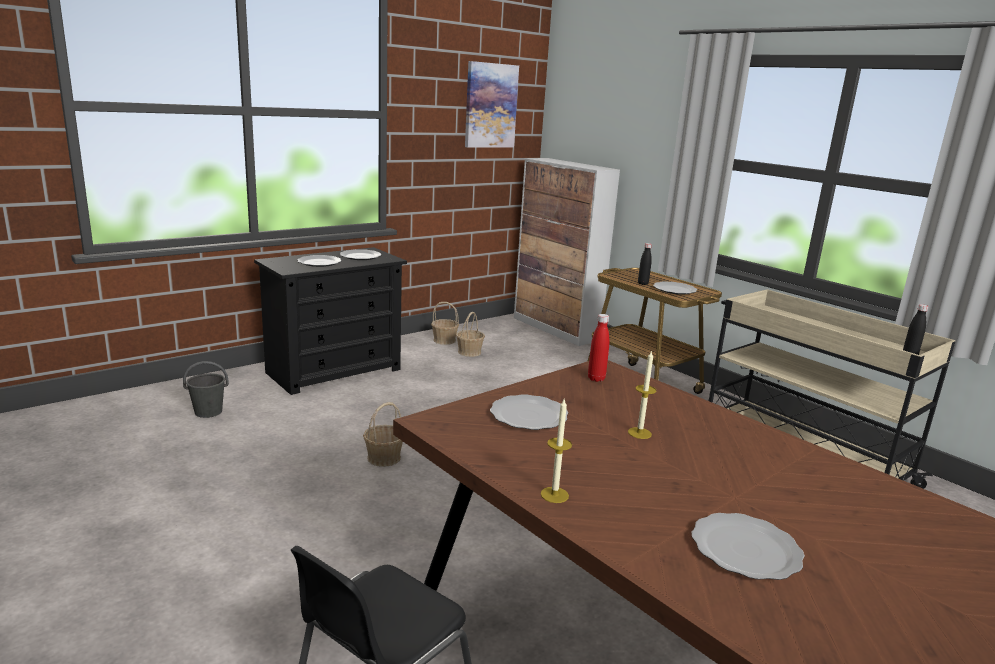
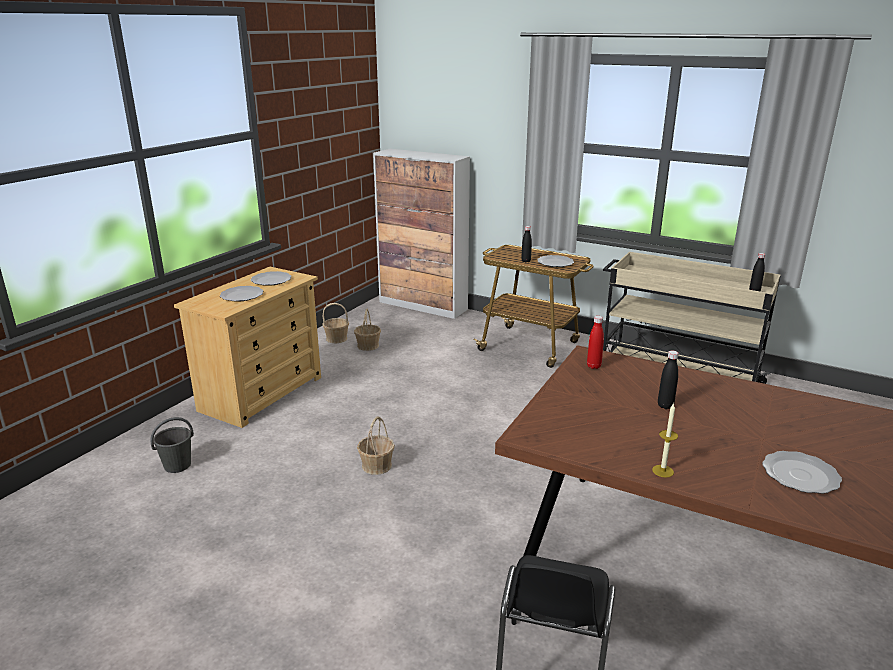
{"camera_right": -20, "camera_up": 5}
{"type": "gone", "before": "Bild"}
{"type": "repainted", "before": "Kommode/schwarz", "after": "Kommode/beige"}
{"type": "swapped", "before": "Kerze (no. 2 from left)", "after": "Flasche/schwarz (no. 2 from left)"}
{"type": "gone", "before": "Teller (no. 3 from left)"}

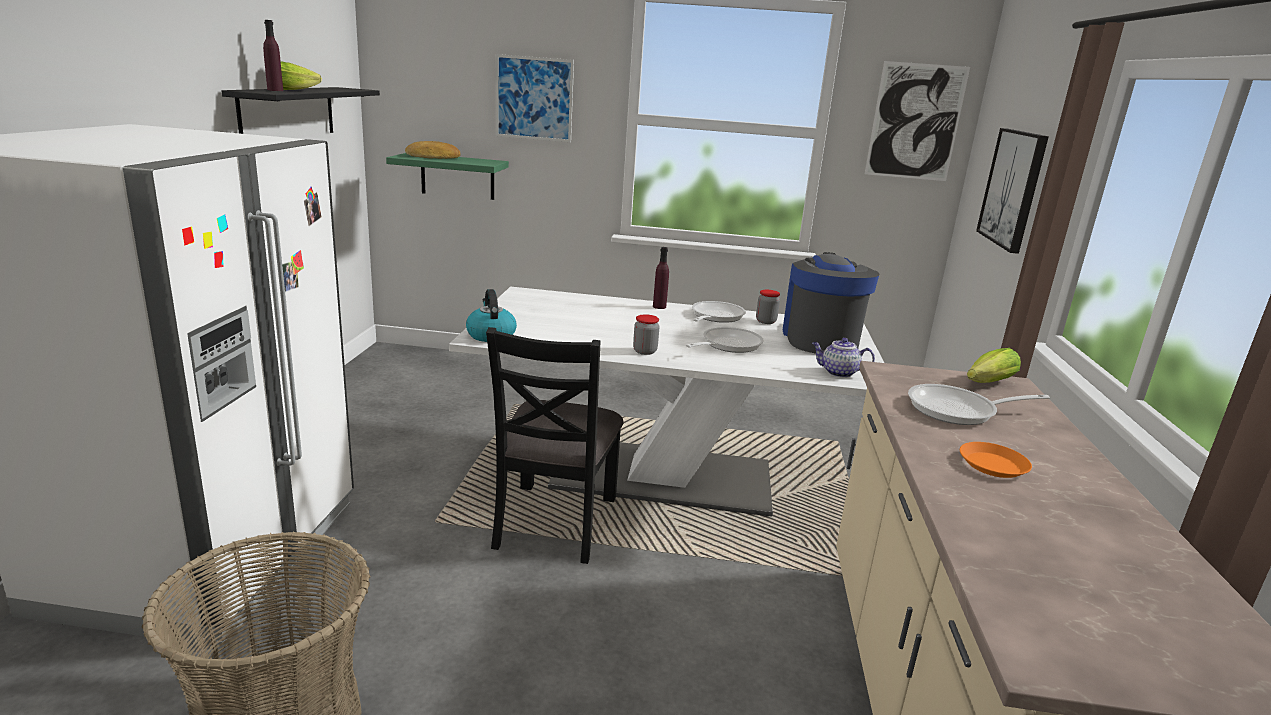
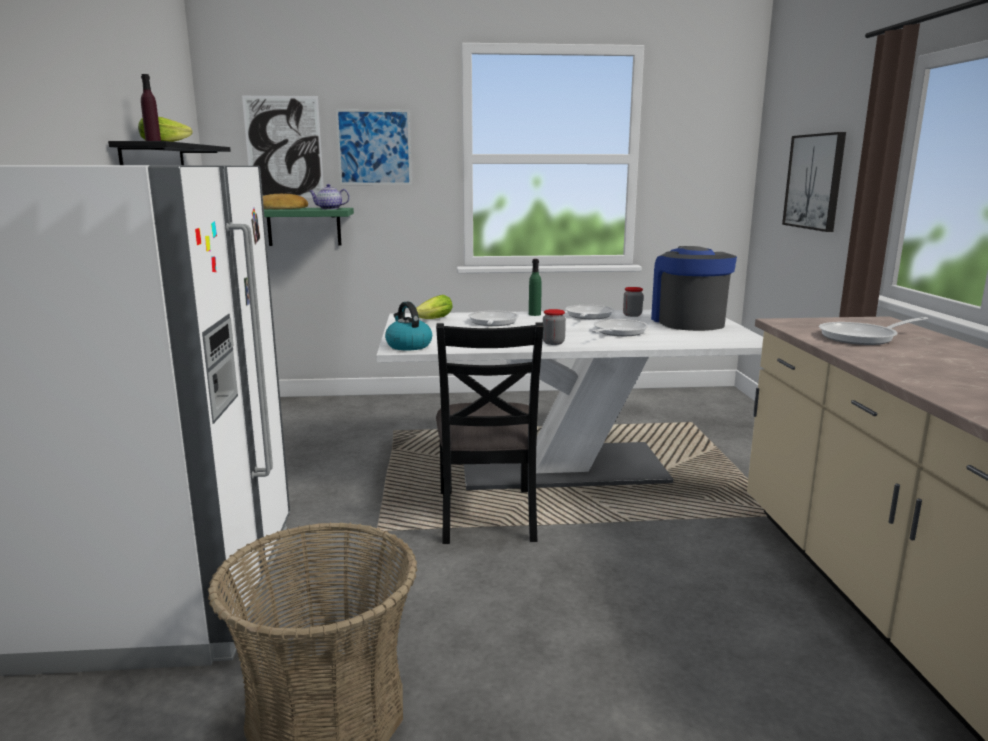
{"camera_right": -10, "camera_up": -5}
{"type": "shifted", "before": "Bild (no. 2 from left in the first image)", "after": "Bild (no. 1 from left)"}
{"type": "repainted", "before": "Flasche/lila (no. 2 from left)", "after": "Flasche/grün"}
{"type": "shifted", "before": "Teekanne"}
{"type": "shifted", "before": "Salatkopf (no. 2 from left)"}
{"type": "gone", "before": "Teller/orange"}
{"type": "new", "after": "Pfanne (no. 1 from left)"}

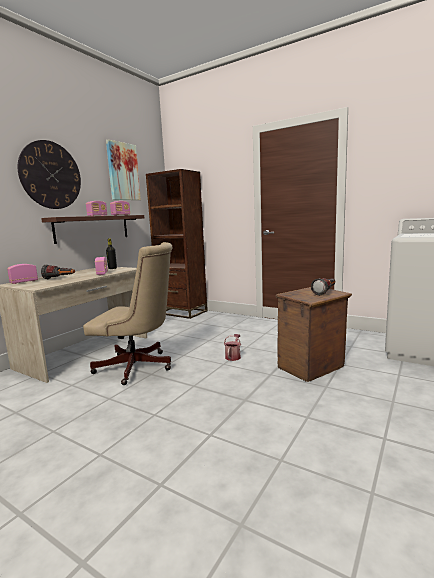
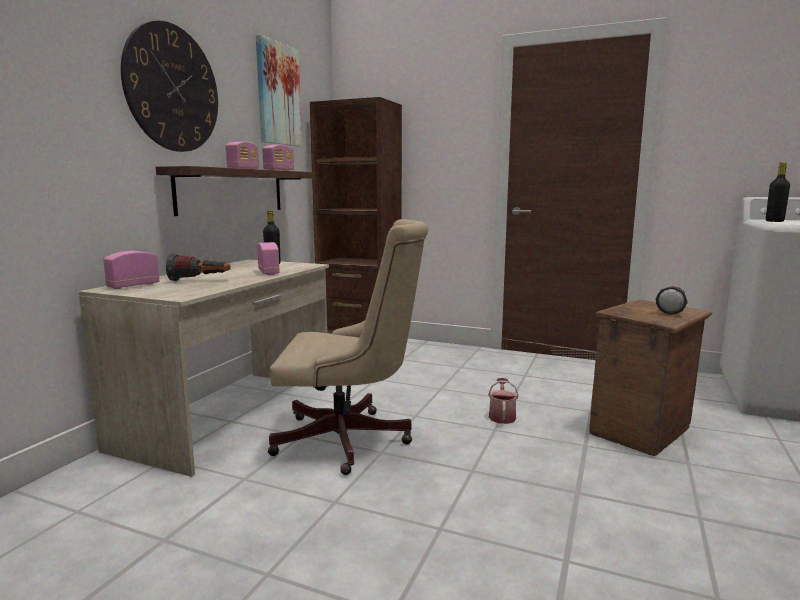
{"camera_right": -10, "camera_up": 0}
{"type": "new", "after": "Flasche/schwarz (no. 2 from left)"}

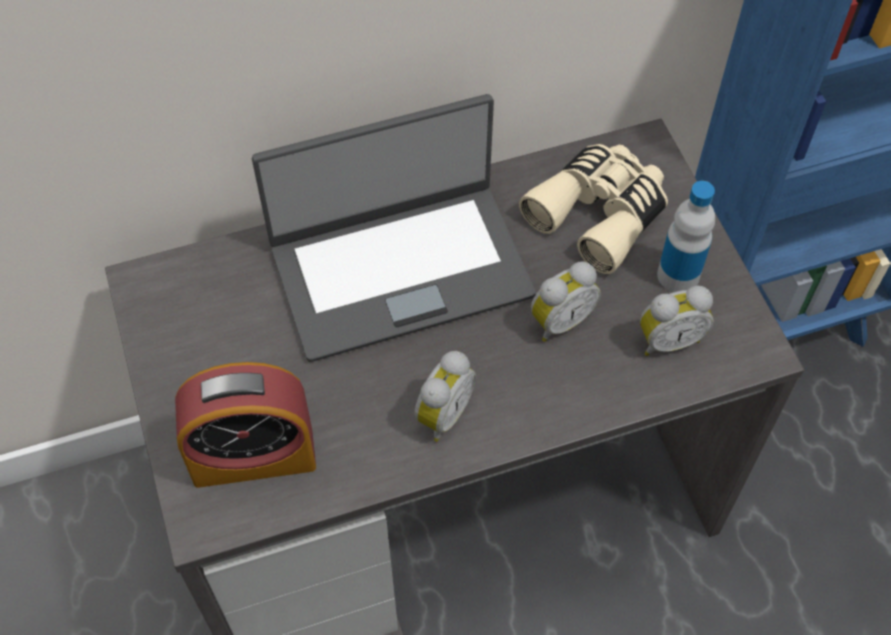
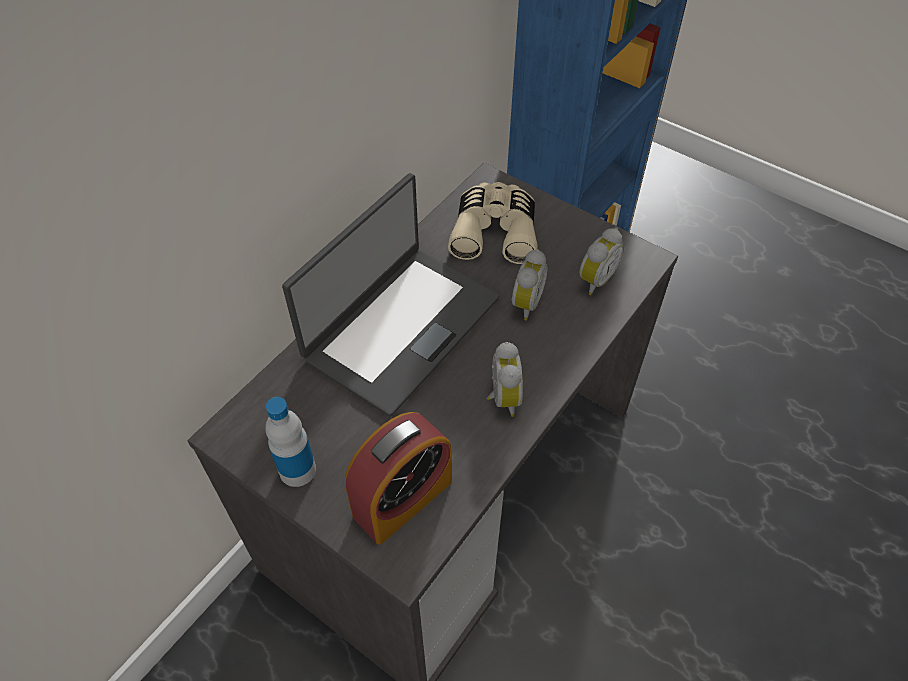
{"camera_right": -35, "camera_up": -5}
{"type": "shifted", "before": "Flasche"}

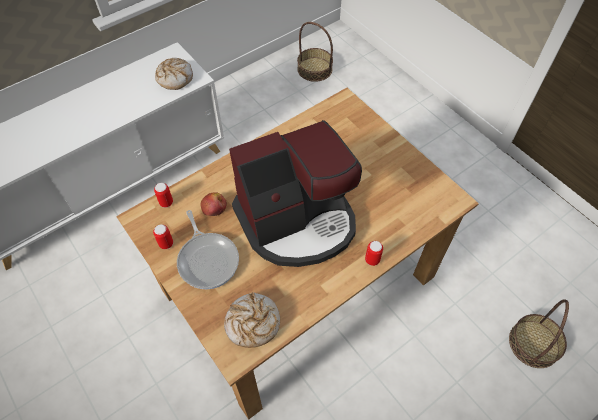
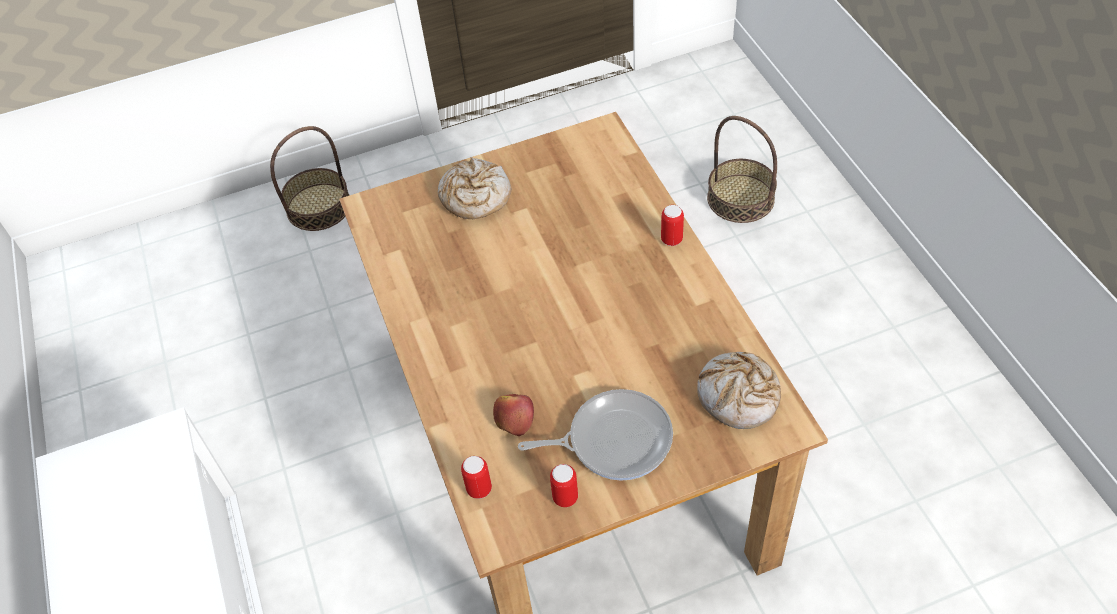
{"camera_right": -70, "camera_up": -5}
{"type": "shifted", "before": "Korb (no. 1 from left)"}
{"type": "shifted", "before": "Brot (no. 1 from left)"}
{"type": "gone", "before": "Kaffeemaschine"}

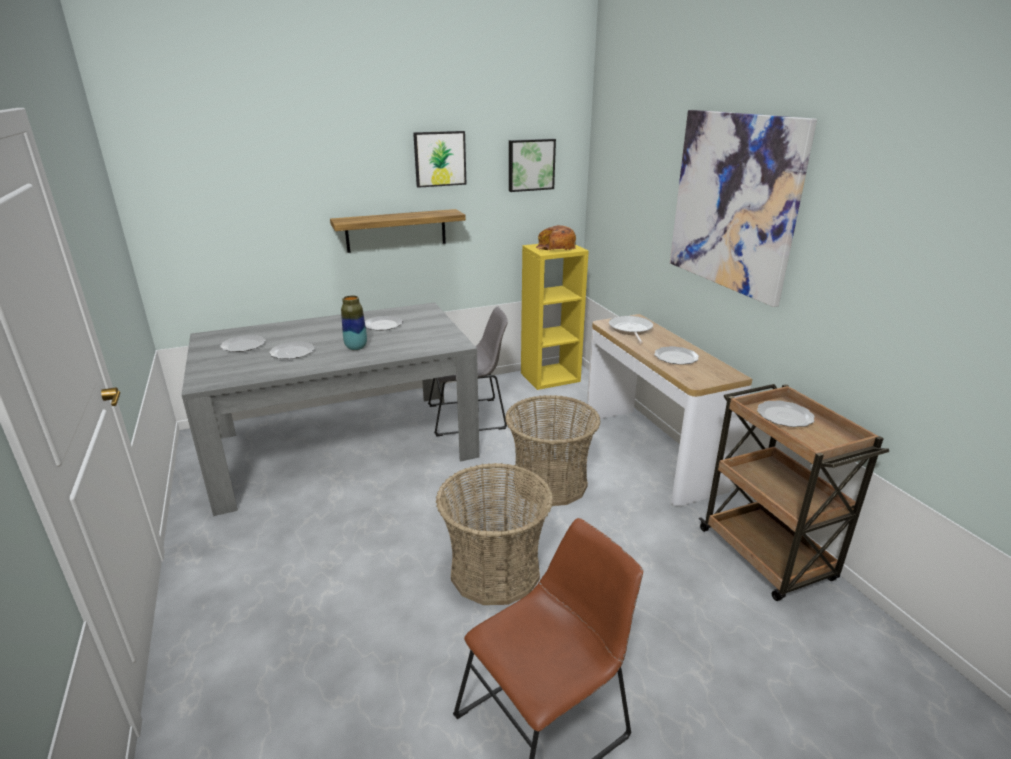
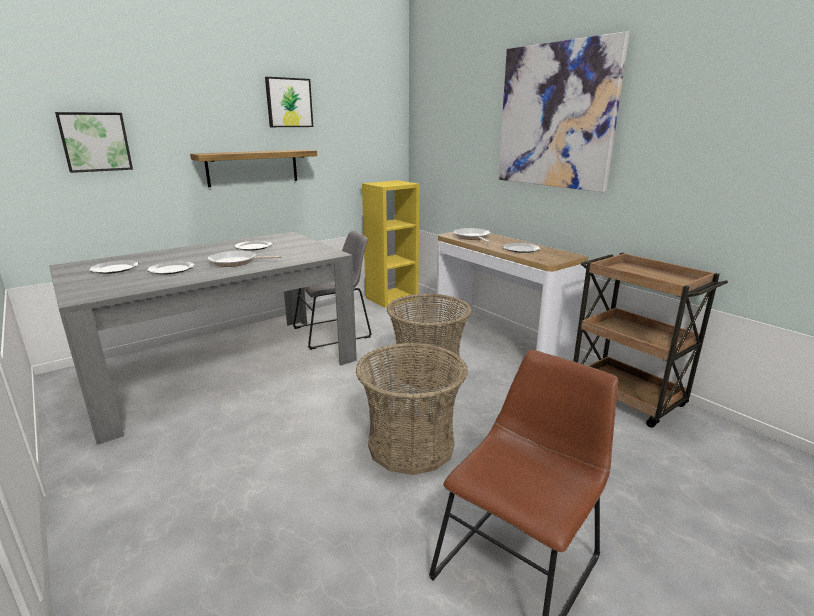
{"camera_right": -15, "camera_up": -5}
{"type": "shifted", "before": "Bild (no. 2 from left in the first image)", "after": "Bild (no. 1 from left)"}
{"type": "gone", "before": "Brot"}
{"type": "swapped", "before": "Vase", "after": "Pfanne (no. 1 from left)"}
{"type": "gone", "before": "Teller (no. 5 from left)"}

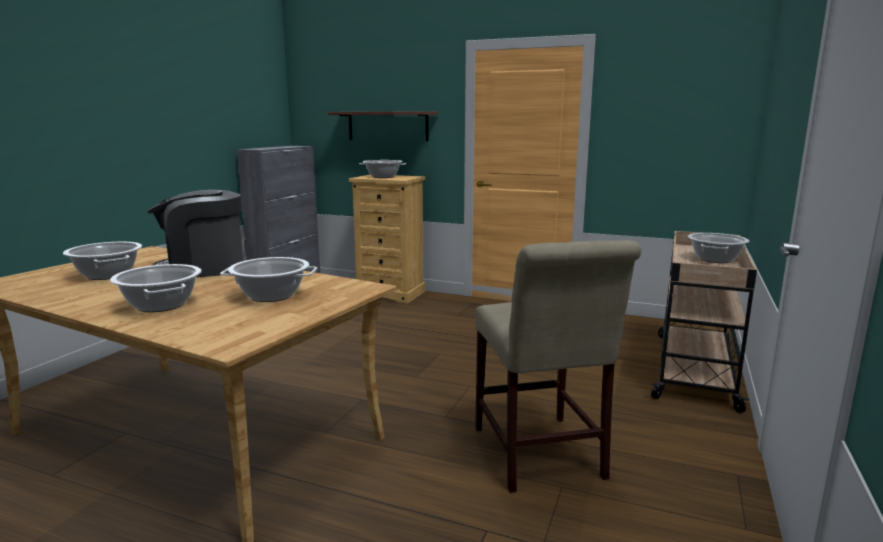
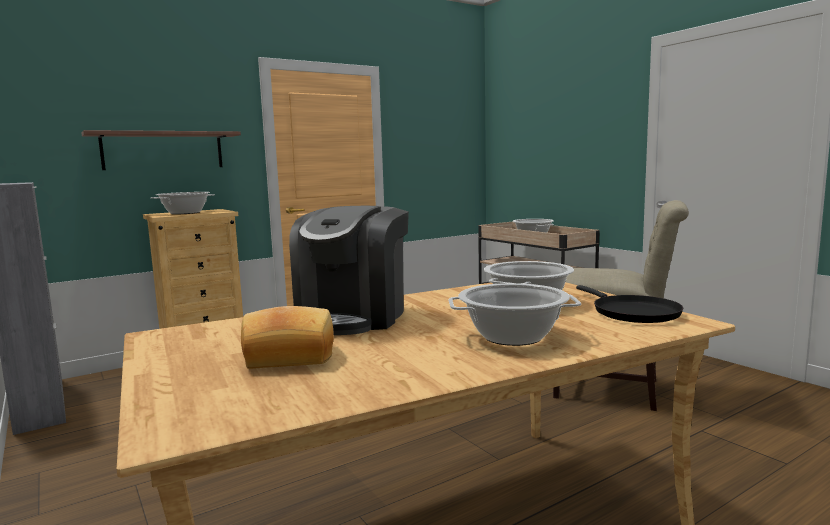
{"camera_right": -55, "camera_up": -5}
{"type": "swapped", "before": "Kochtopf (no. 1 from left)", "after": "Brot"}
{"type": "new", "after": "Pfanne/schwarz"}

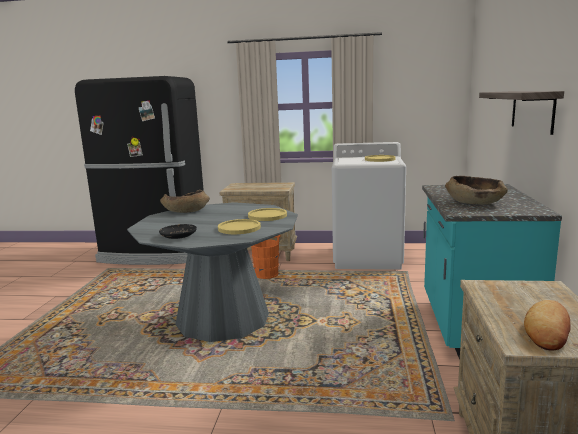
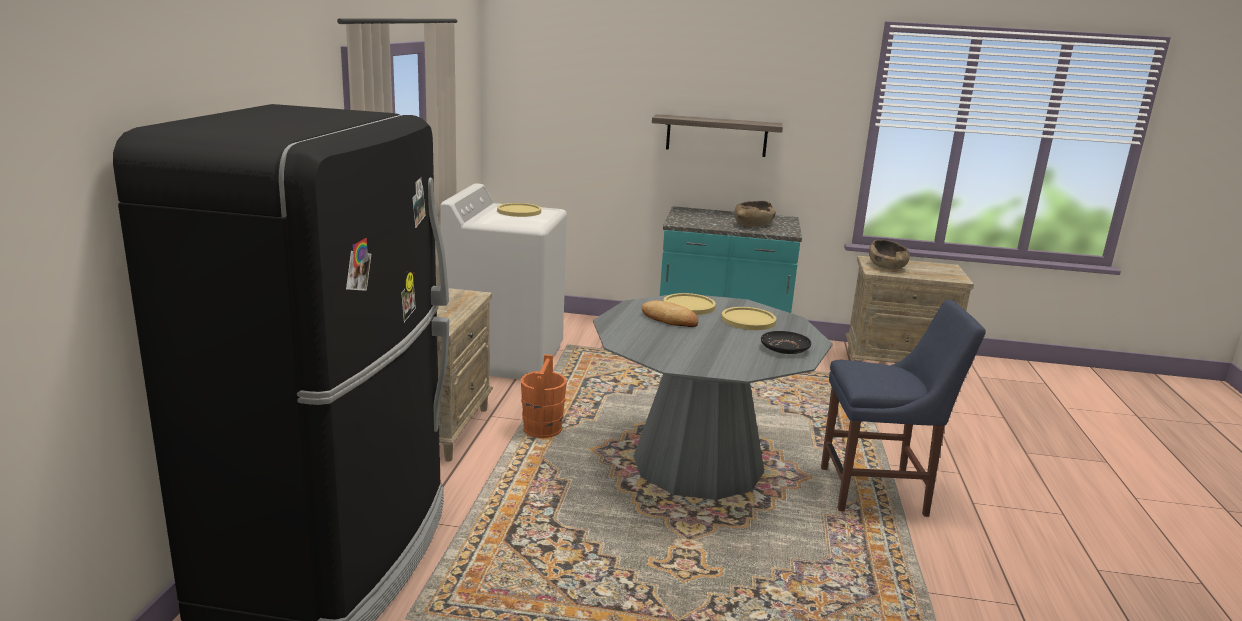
{"camera_right": -90, "camera_up": 5}
{"type": "shifted", "before": "Schüssel/braun (no. 1 from left in the first image)", "after": "Schüssel/braun (no. 2 from left)"}
{"type": "shifted", "before": "Brot"}
{"type": "new", "after": "Stuhl/blau"}

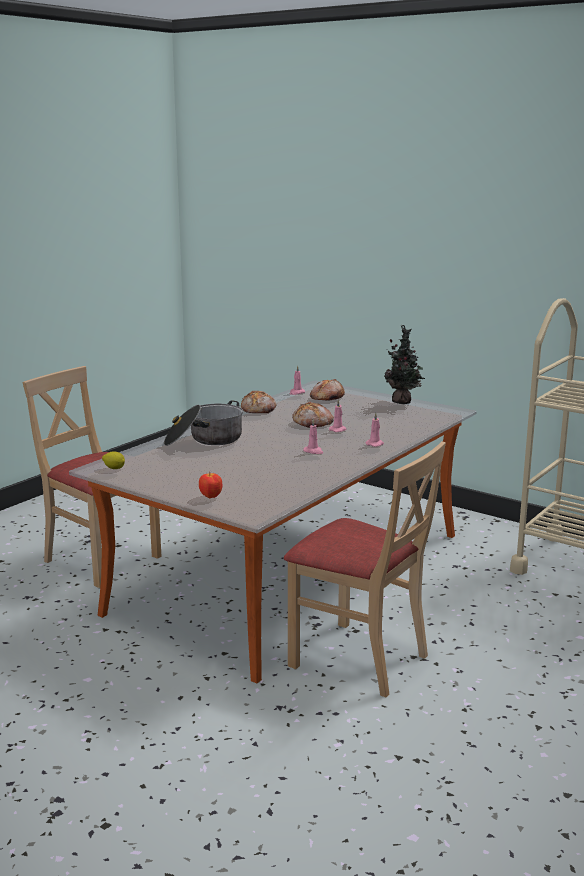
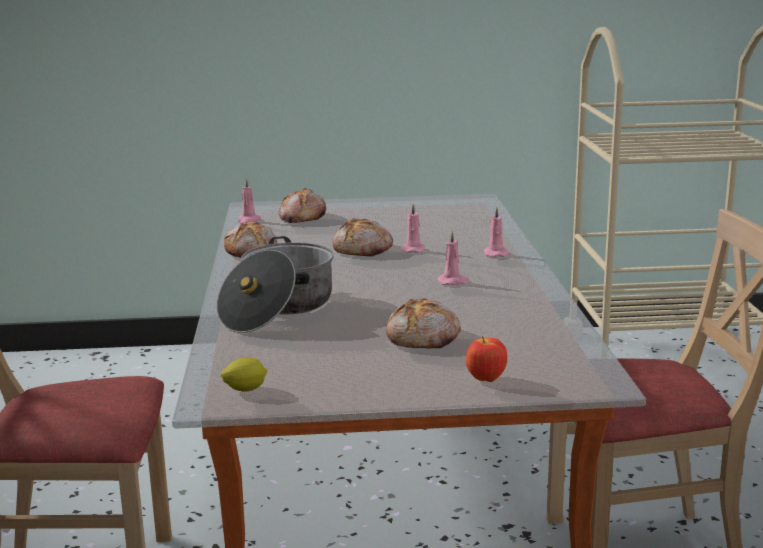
{"camera_right": -40, "camera_up": 0}
{"type": "gone", "before": "Topfpflanze"}
{"type": "new", "after": "Brot (no. 4 from left)"}

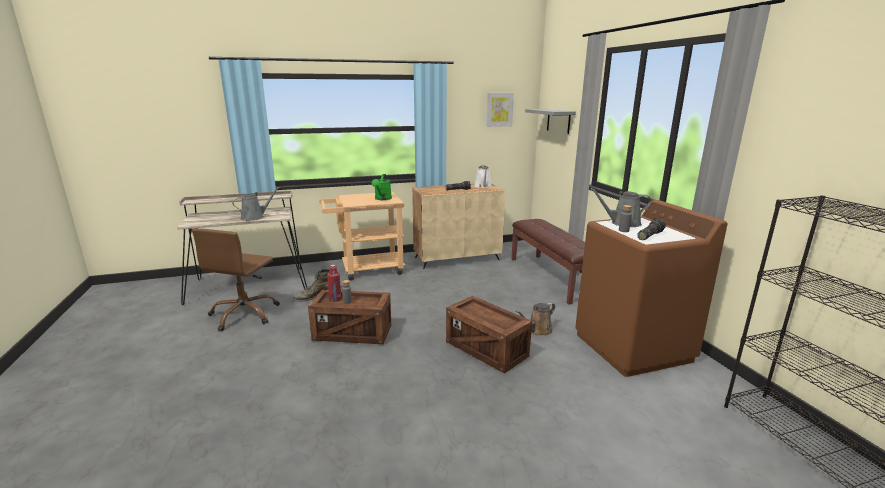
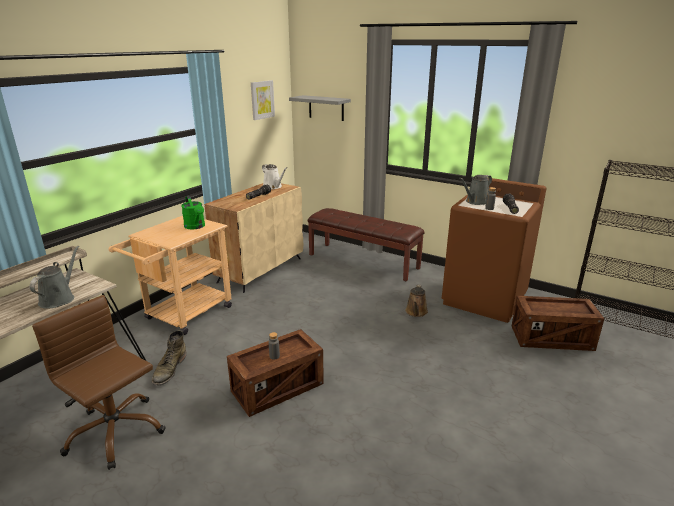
{"camera_right": -40, "camera_up": 5}
{"type": "rotated", "before": "Bürostuhl/braun", "turn": 150}
{"type": "gone", "before": "Flasche/rot"}
{"type": "shifted", "before": "Kiste (no. 2 from left)"}

